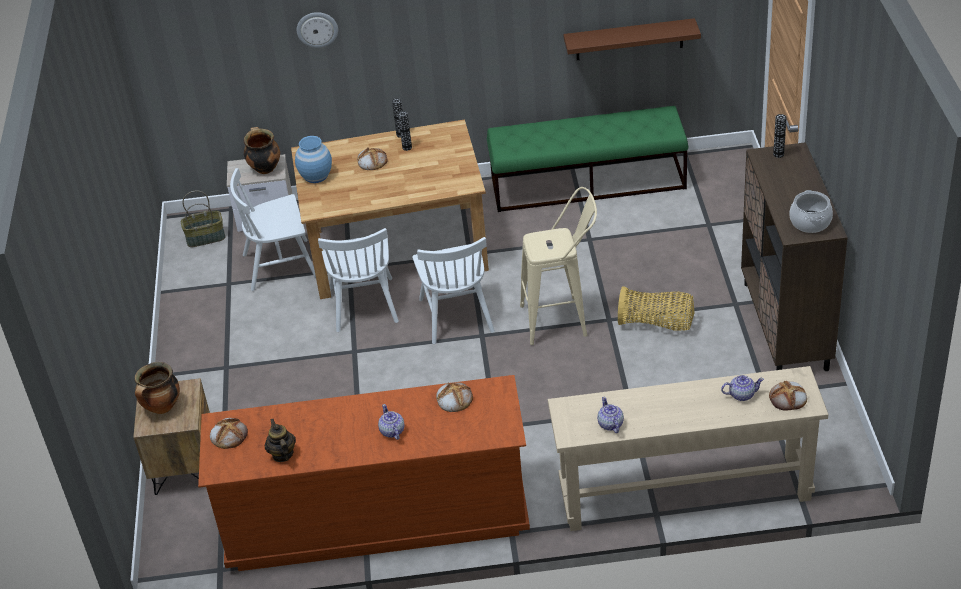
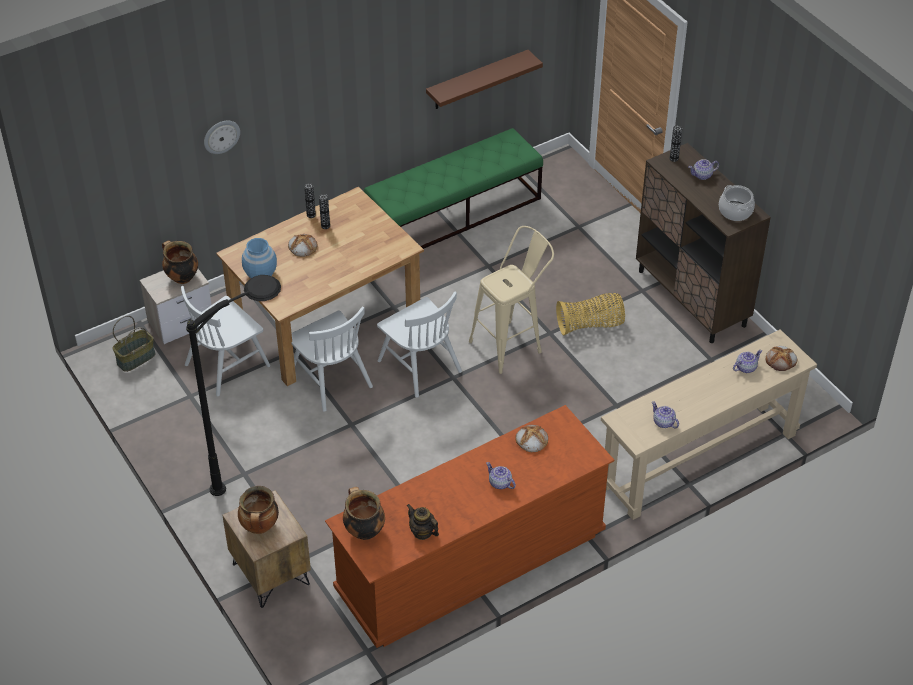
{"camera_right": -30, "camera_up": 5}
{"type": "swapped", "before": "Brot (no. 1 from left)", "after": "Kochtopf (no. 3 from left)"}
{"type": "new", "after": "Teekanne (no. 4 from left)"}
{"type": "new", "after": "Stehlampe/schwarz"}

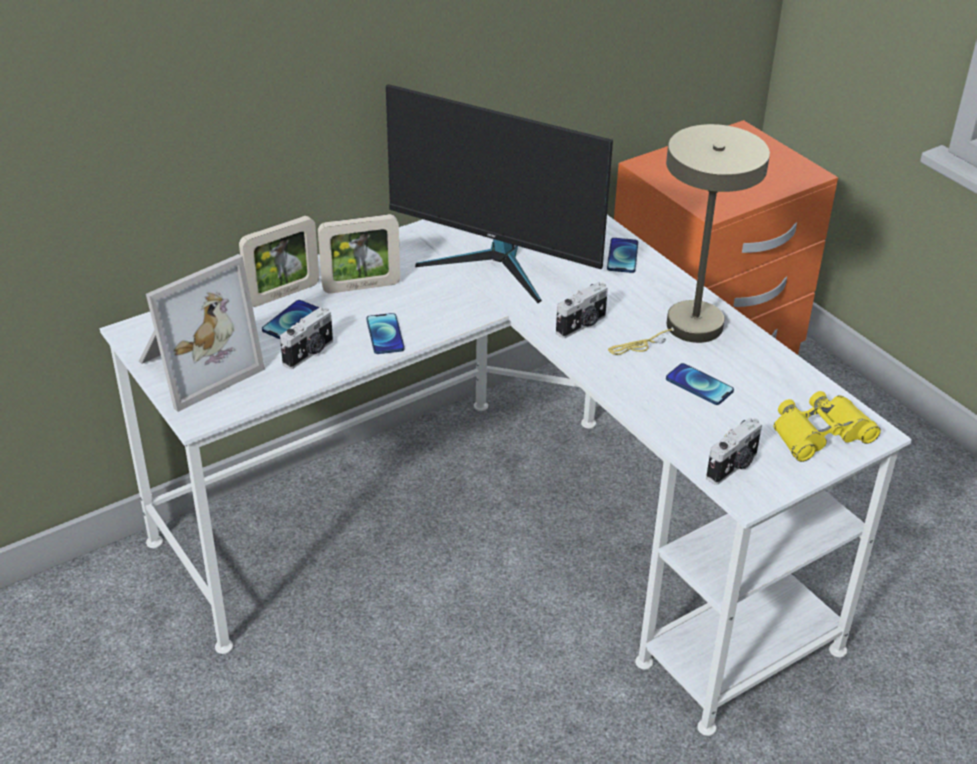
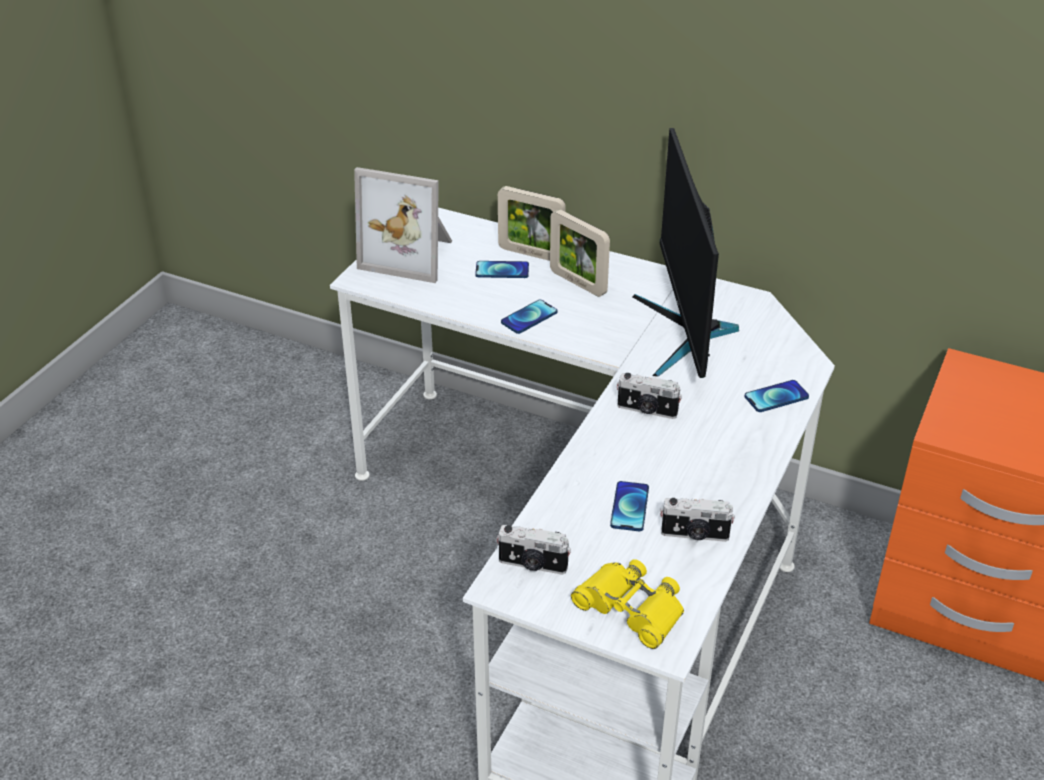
{"camera_right": 60, "camera_up": 0}
{"type": "gone", "before": "Tischlampe/beige"}
{"type": "shifted", "before": "Kamera (no. 1 from left in the first image)", "after": "Kamera (no. 3 from left)"}

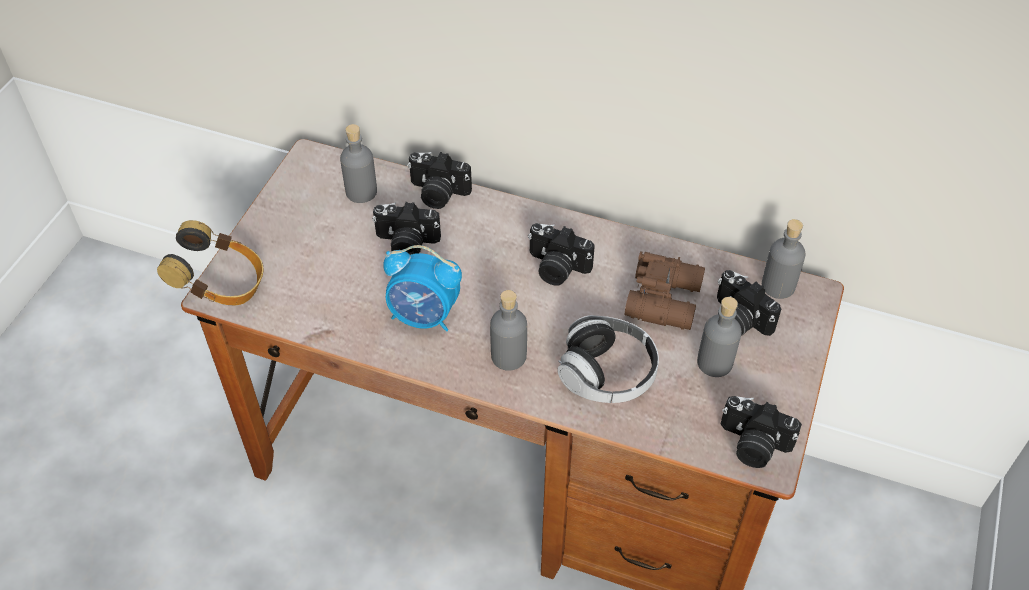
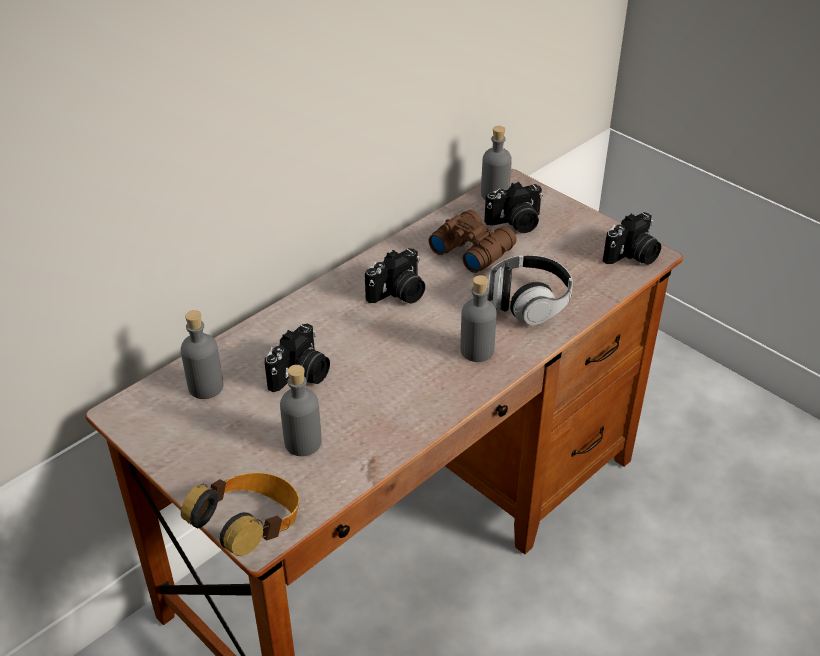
{"camera_right": -65, "camera_up": -10}
{"type": "gone", "before": "Kamera (no. 2 from left)"}
{"type": "gone", "before": "Wecker"}
{"type": "shifted", "before": "Flasche/grau (no. 3 from left in the first image)", "after": "Flasche/grau (no. 2 from left)"}

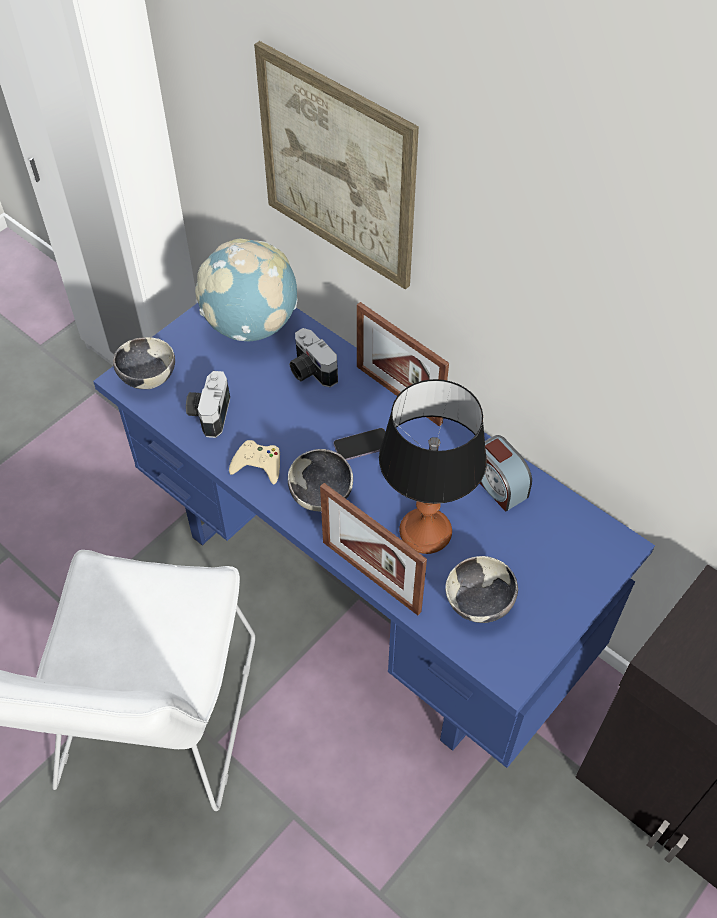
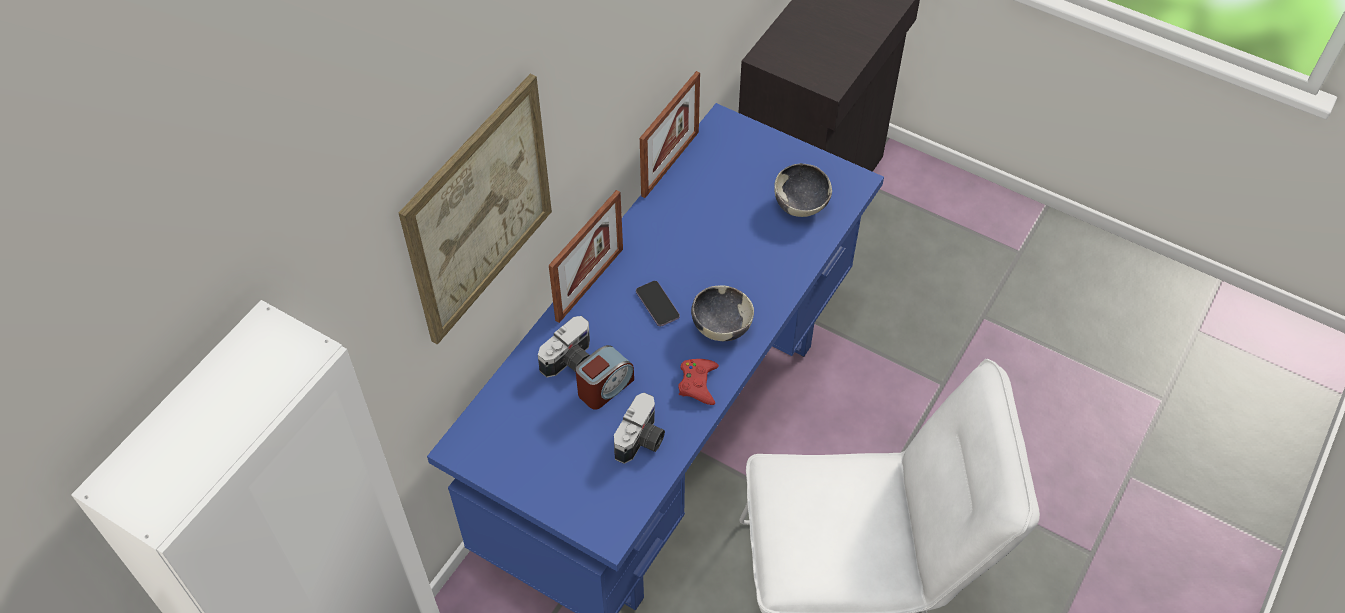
{"camera_right": -100, "camera_up": 0}
{"type": "gone", "before": "Globus"}
{"type": "gone", "before": "Schüssel (no. 1 from left)"}
{"type": "rotated", "before": "Kamera (no. 1 from left in the first image)", "turn": -60}
{"type": "gone", "before": "Tischlampe"}
{"type": "shifted", "before": "Wecker"}
{"type": "repainted", "before": "Gamepad/beige", "after": "Gamepad/rot"}
{"type": "shifted", "before": "Bilderrahmen (no. 1 from left in the first image)", "after": "Bilderrahmen (no. 2 from left)"}

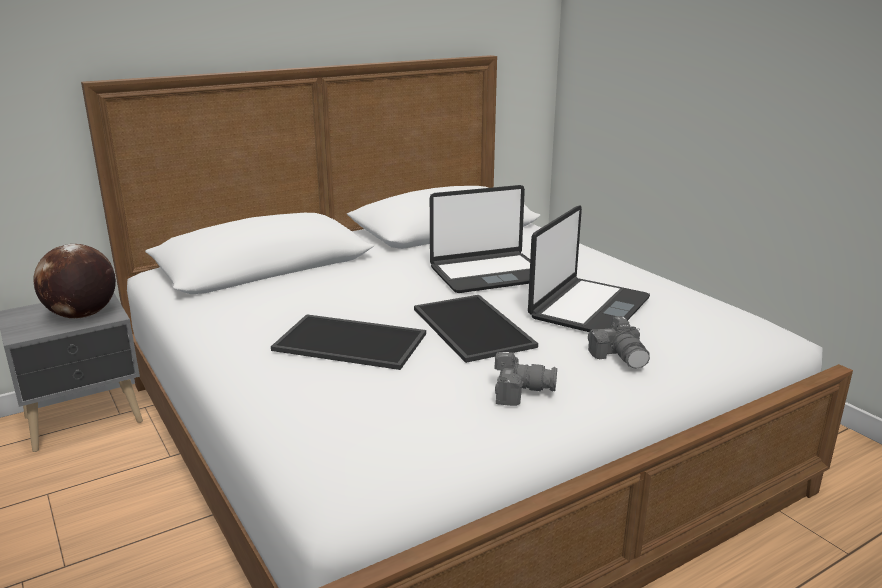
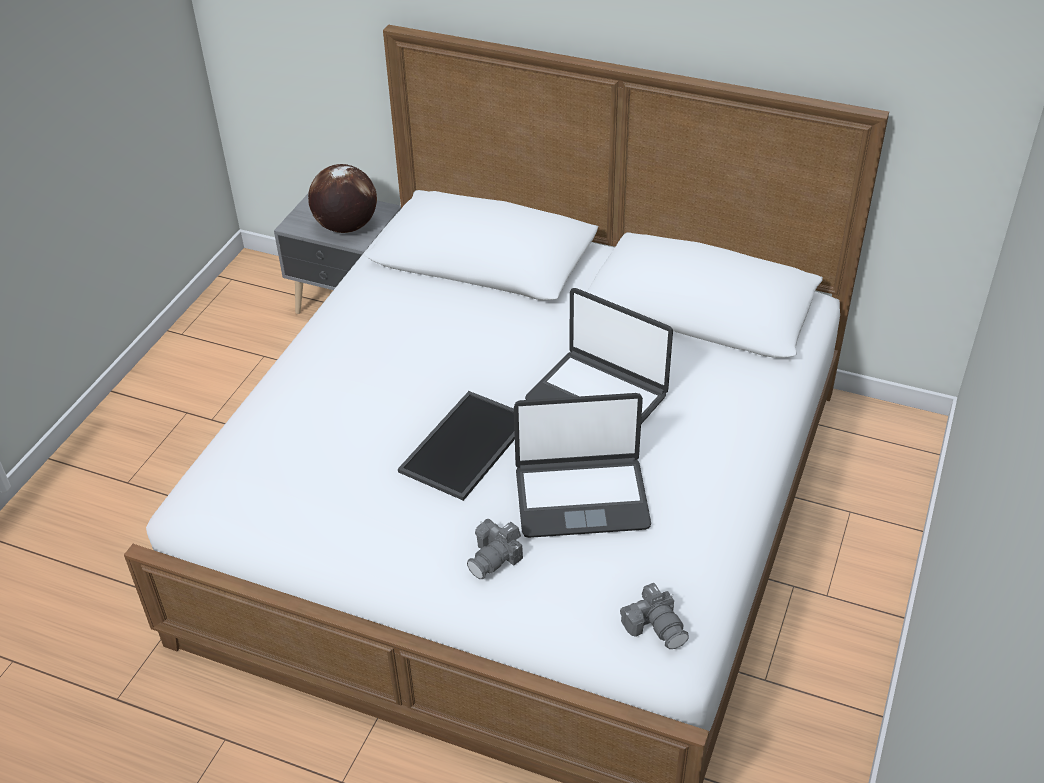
{"camera_right": 55, "camera_up": 20}
{"type": "gone", "before": "Tablett (no. 1 from left)"}
{"type": "shifted", "before": "Kamera (no. 1 from left in the first image)", "after": "Kamera (no. 2 from left)"}

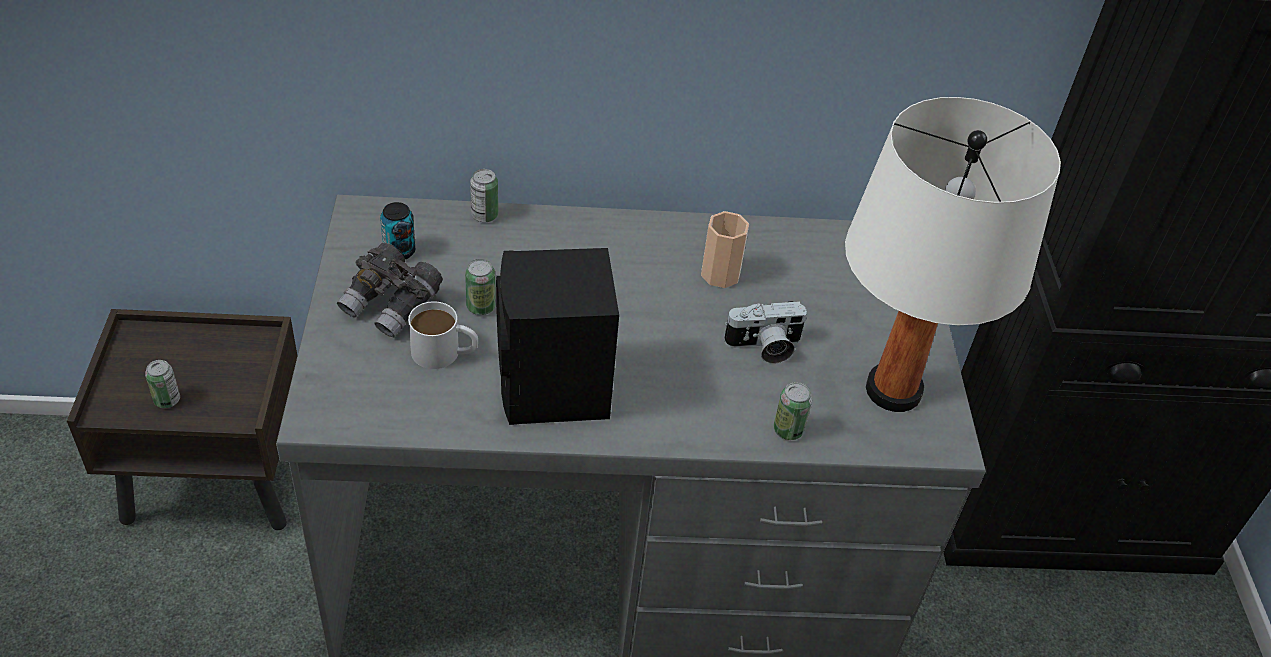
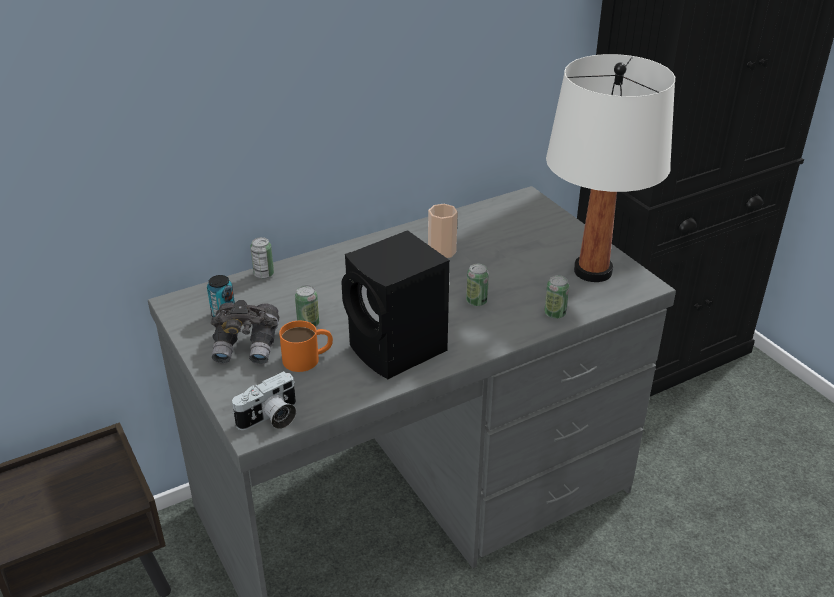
{"camera_right": -25, "camera_up": -10}
{"type": "repainted", "before": "Henkelbecher/weiß", "after": "Henkelbecher/orange"}
{"type": "shifted", "before": "Kamera"}
{"type": "shifted", "before": "Dose (no. 1 from left in the first image)", "after": "Dose (no. 4 from left)"}

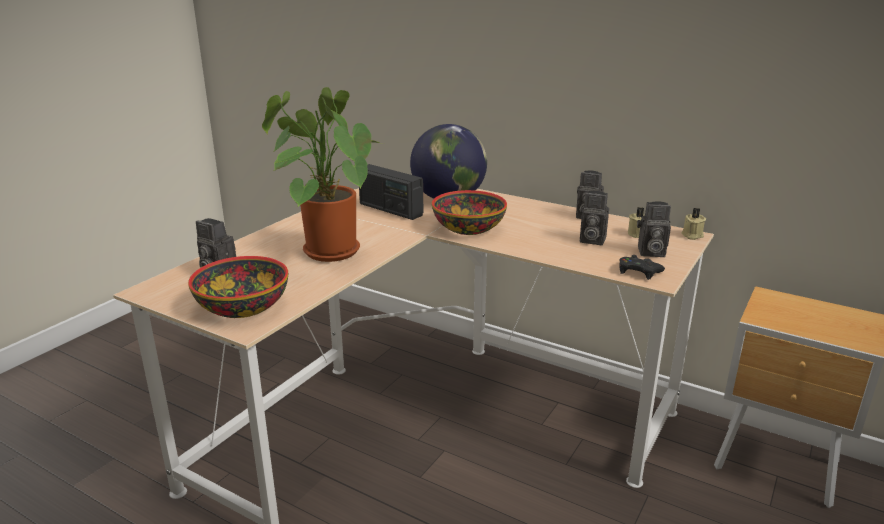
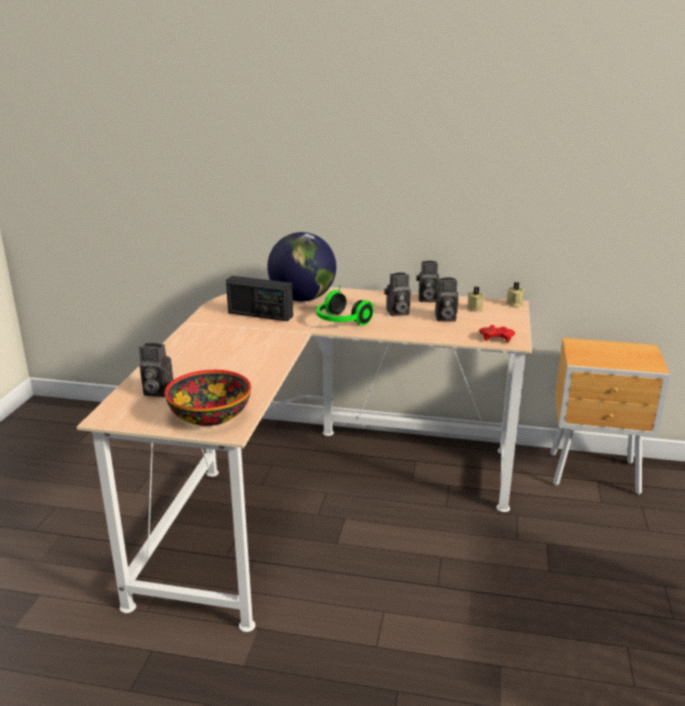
{"camera_right": -20, "camera_up": 0}
{"type": "gone", "before": "Topfpflanze"}
{"type": "swapped", "before": "Schüssel (no. 2 from left)", "after": "Kopfhörer"}
{"type": "shifted", "before": "Kamera (no. 4 from left in the first image)", "after": "Kamera (no. 2 from left)"}
{"type": "repainted", "before": "Gamepad/schwarz", "after": "Gamepad/rot"}

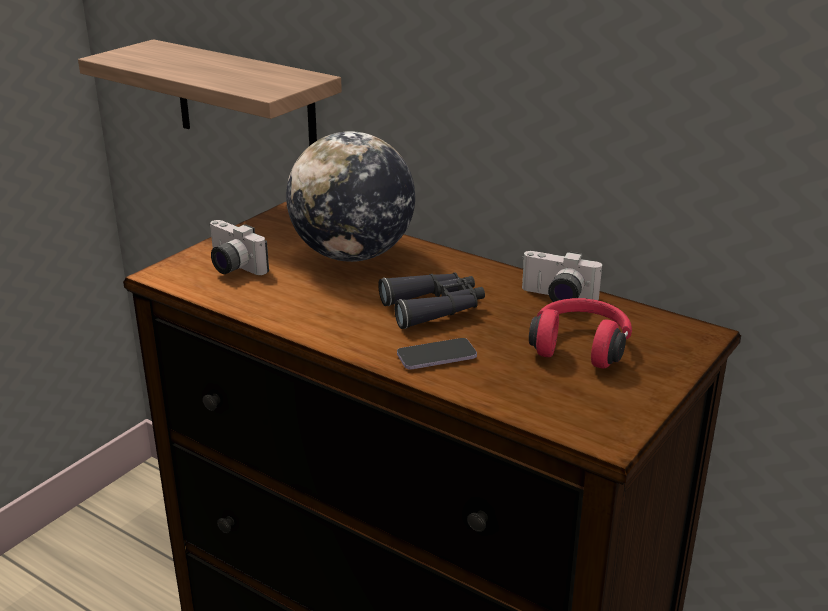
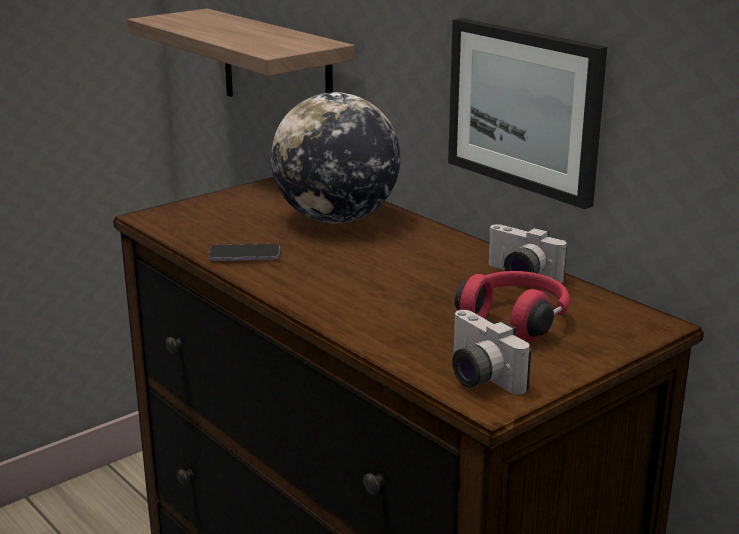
{"camera_right": 15, "camera_up": -5}
{"type": "shifted", "before": "Kamera (no. 1 from left)"}
{"type": "gone", "before": "Fernglas/schwarz"}
{"type": "shifted", "before": "Handy"}
{"type": "new", "after": "Bild"}

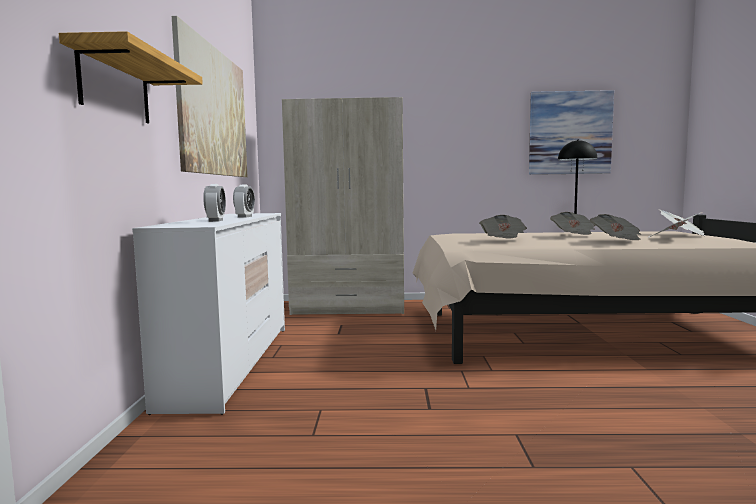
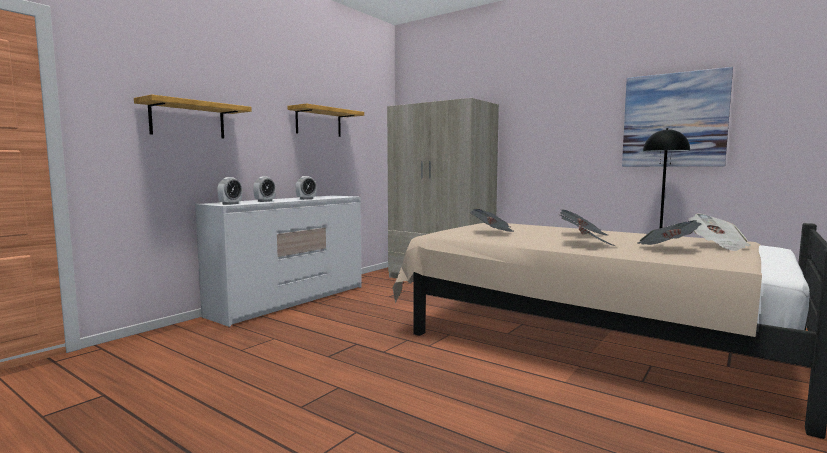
{"camera_right": 35, "camera_up": 0}
{"type": "swapped", "before": "Bild (no. 1 from left)", "after": "Wandregal (no. 2 from left)"}
{"type": "new", "after": "Wecker (no. 1 from left)"}

